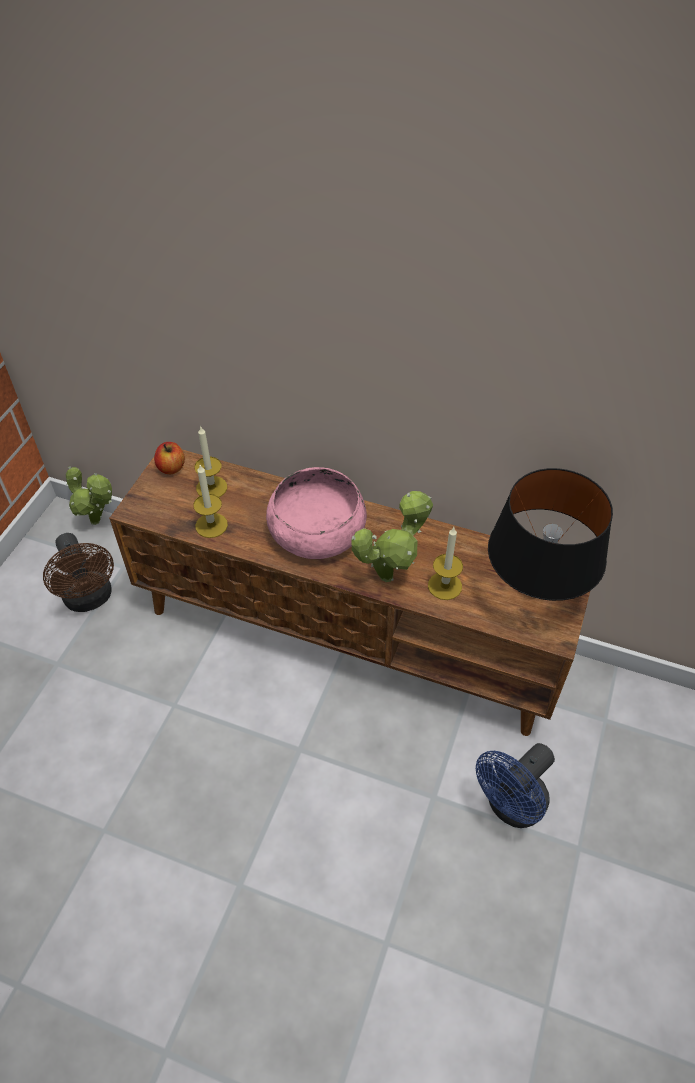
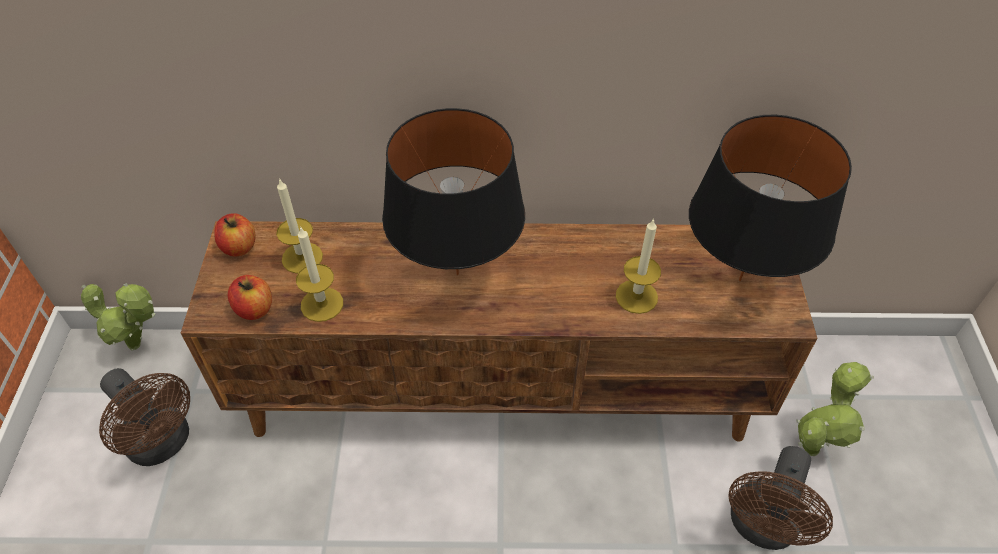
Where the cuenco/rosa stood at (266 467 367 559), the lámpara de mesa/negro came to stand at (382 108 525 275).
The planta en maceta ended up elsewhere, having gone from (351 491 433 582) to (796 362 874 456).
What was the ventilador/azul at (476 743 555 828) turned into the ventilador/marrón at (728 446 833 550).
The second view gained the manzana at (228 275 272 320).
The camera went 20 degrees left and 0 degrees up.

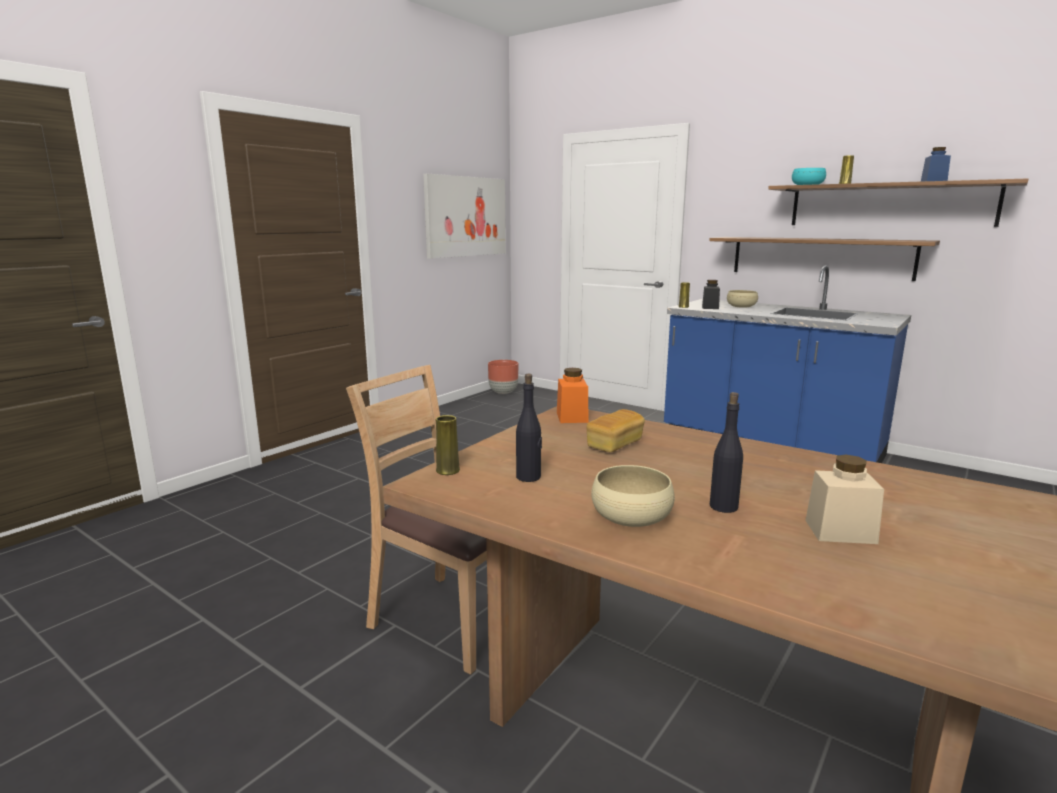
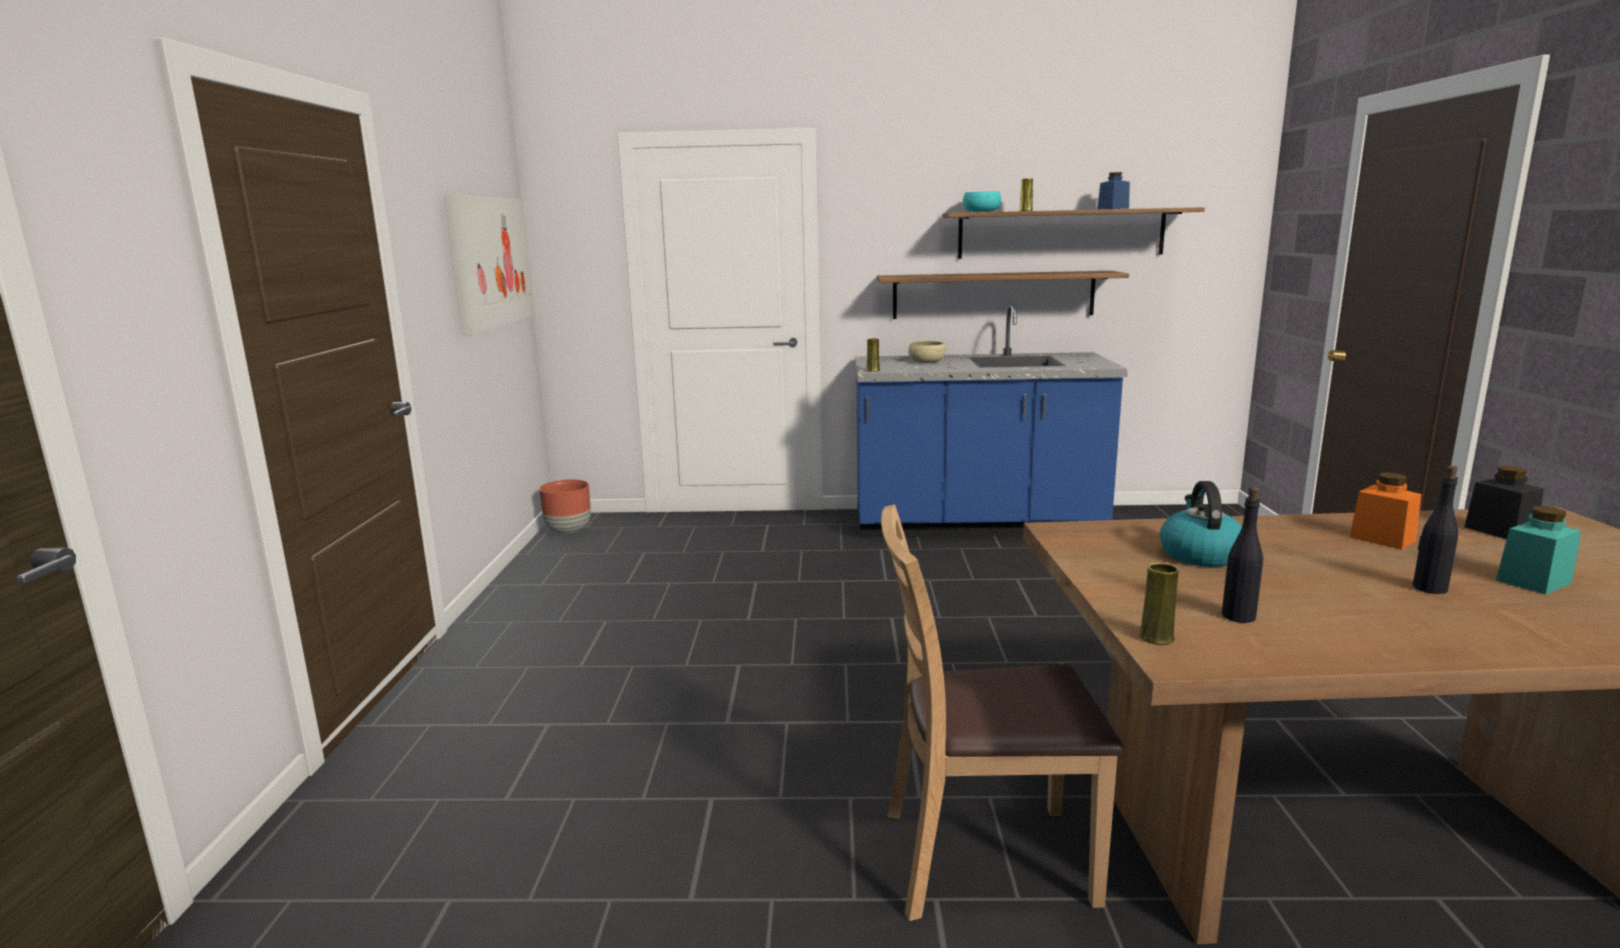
The tarro/naranja ended up elsewhere, having gone from (557 368 589 423) to (1349 472 1421 550).
Where the pan stood at (586 409 645 452), the hervidor came to stand at (1160 481 1242 567).
The second view lost the cuenco/beis at (591 465 675 527).
The tarro/negro ended up elsewhere, having gone from (702 280 720 309) to (1464 466 1544 539).
What was the tarro/beis at (805 455 884 544) turned into the tarro/turquesa at (1496 506 1581 595).
The camera went 35 degrees left and 0 degrees up.

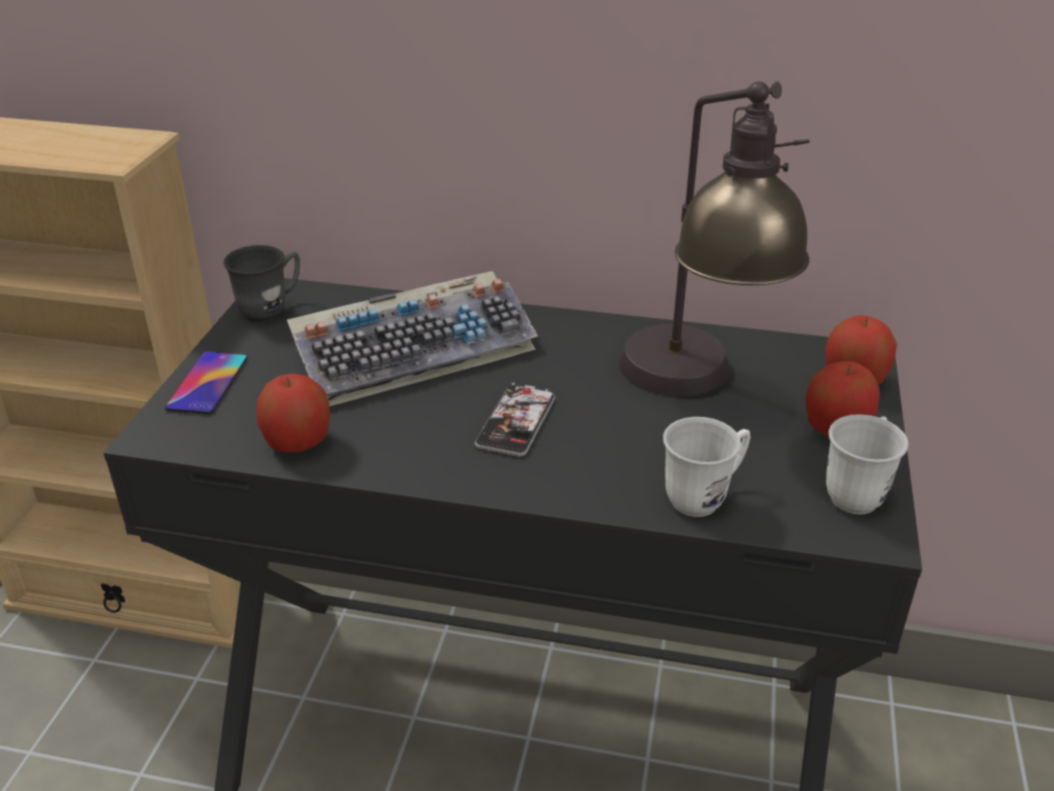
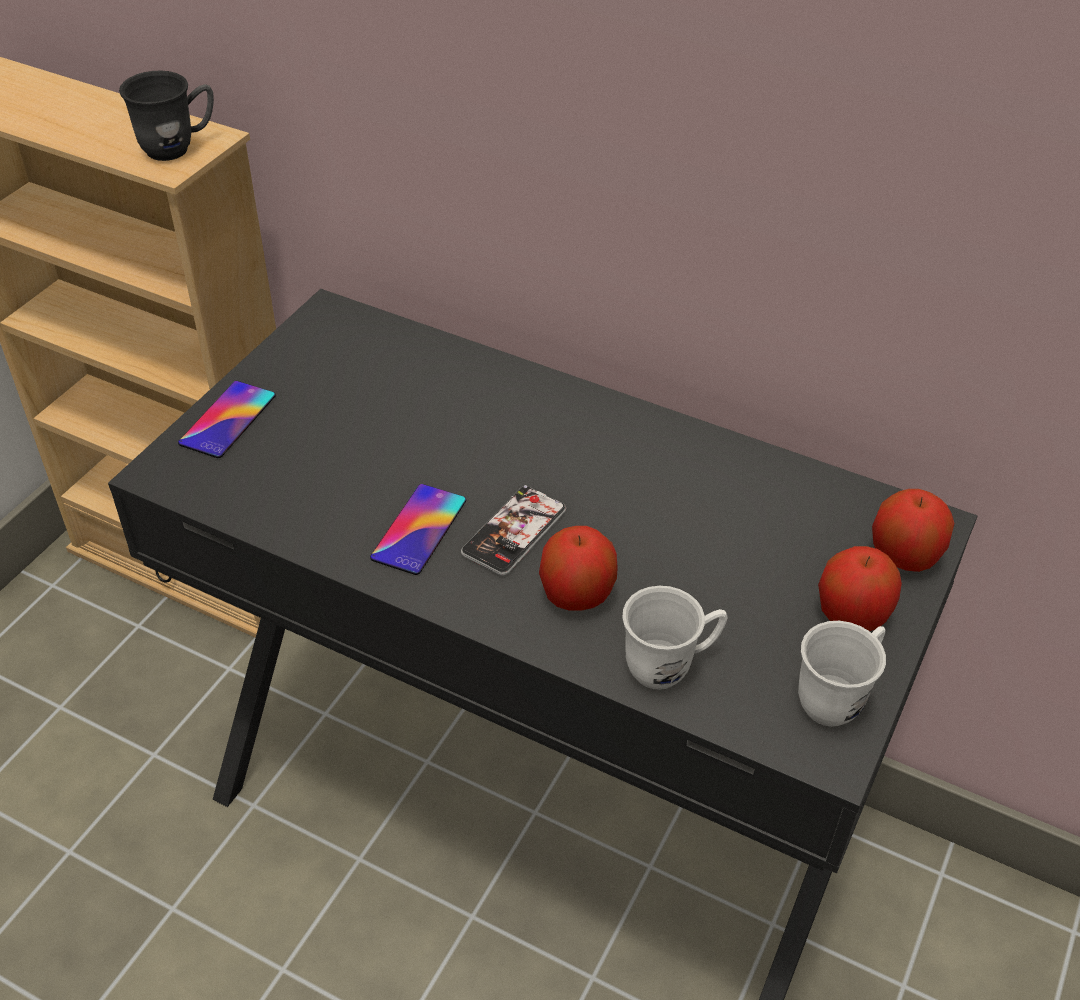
The taza grande/gris ended up elsewhere, having gone from (223 245 300 323) to (119 71 214 161).
The manzana ended up elsewhere, having gone from (256 374 330 453) to (539 526 618 611).
The second view lost the teclado at (287 271 538 406).
The second view lost the lámpara de mesa at (619 81 810 396).
The second view gained the móvil at (370 484 466 575).
The camera went 15 degrees right and 10 degrees up.

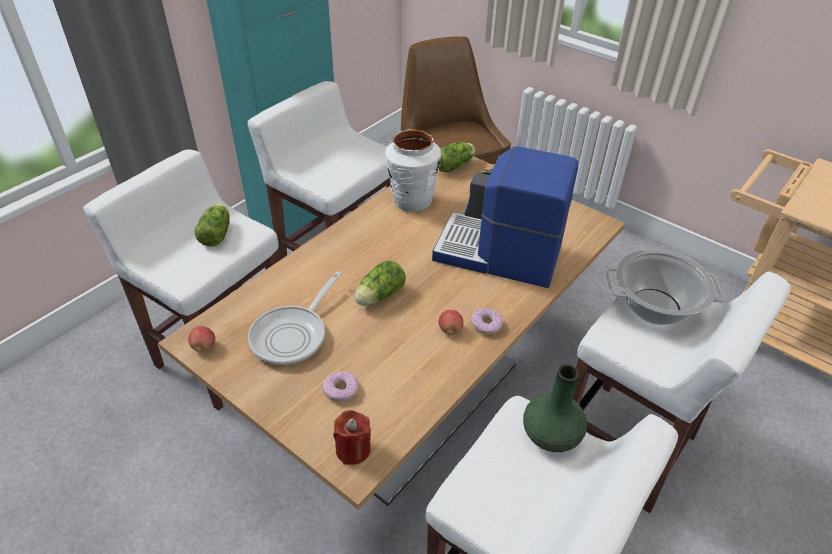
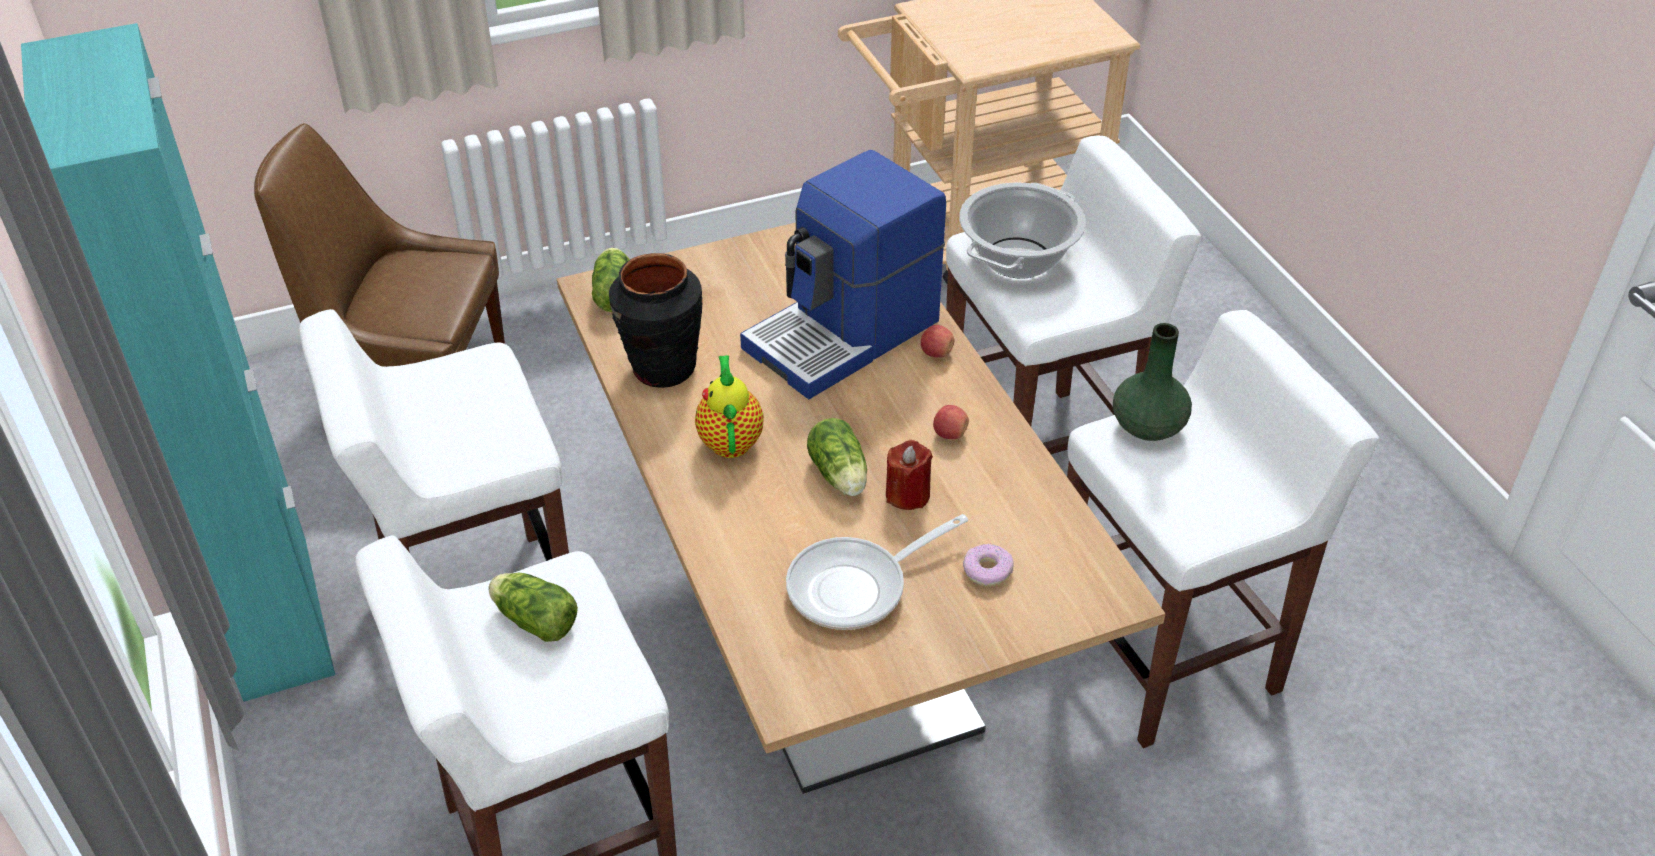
The manzana ended up elsewhere, having gone from (188 326 215 352) to (921 325 954 358).
The sartén at (248 271 342 365) ended up facing another way, 90 degrees clockwise from before.
The vela/rojo ended up elsewhere, having gone from (333 410 371 465) to (886 440 933 510).
What was the florero/blanco at (385 129 441 212) turned into the florero/negro at (609 253 703 388).
The second view lost the rosquilla at (471 308 503 335).
The second view gained the tetera at (695 355 764 458).
The camera went 60 degrees left and 0 degrees up.

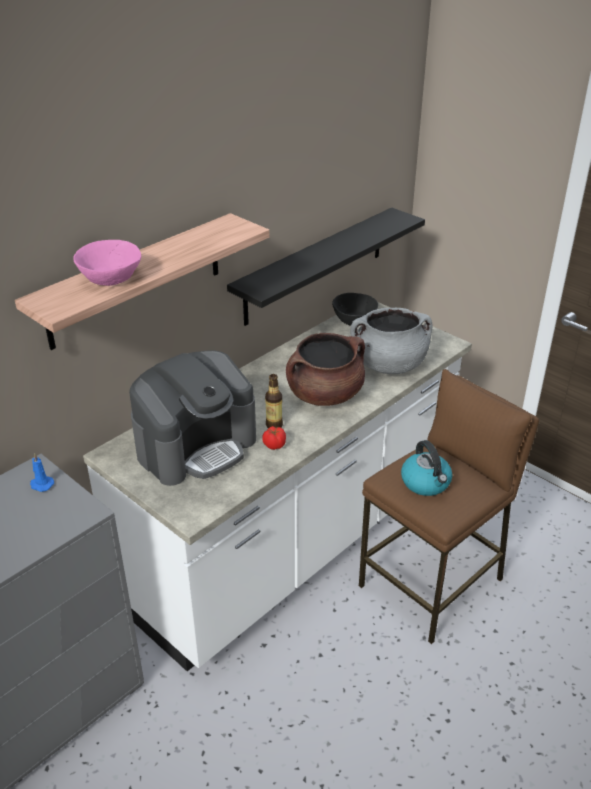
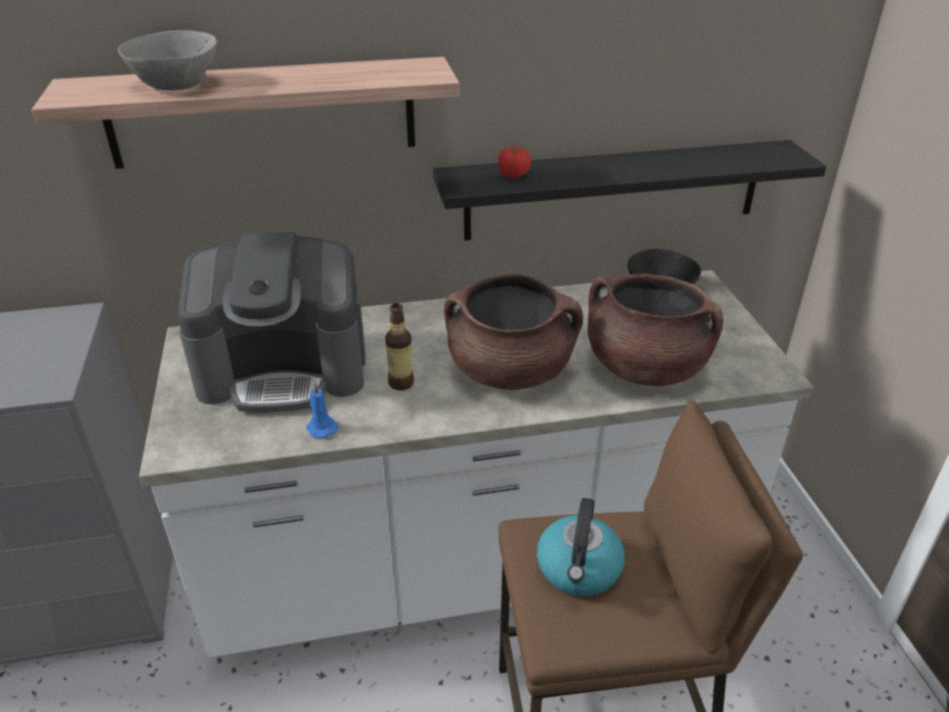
The vela/azul ended up elsewhere, having gone from (30 453 54 492) to (306 382 338 438).
What was the cuenco/rosa at (73 240 141 286) turned into the cuenco/gris at (118 30 217 90).
The tomate ended up elsewhere, having gone from (262 426 286 450) to (498 146 531 178).
What was the olla/gris at (350 308 432 374) turned into the olla/marrón at (588 274 724 386).
The camera went 35 degrees right and 0 degrees up.

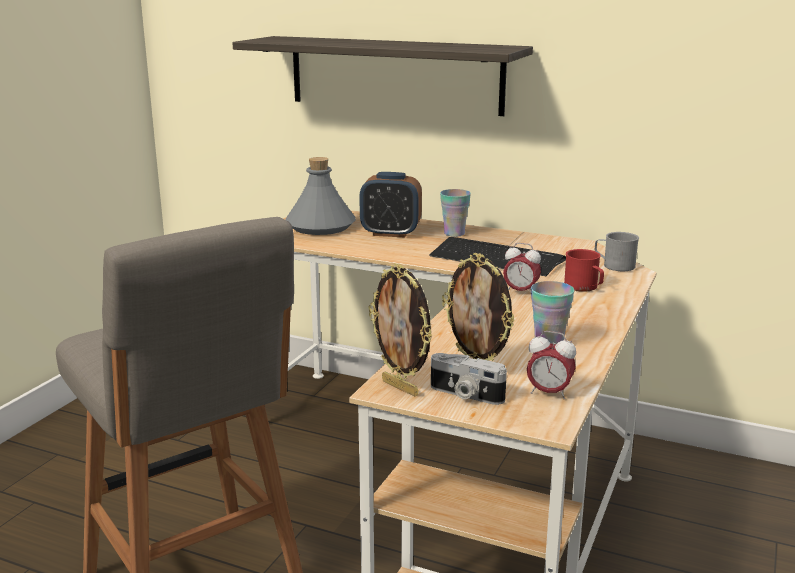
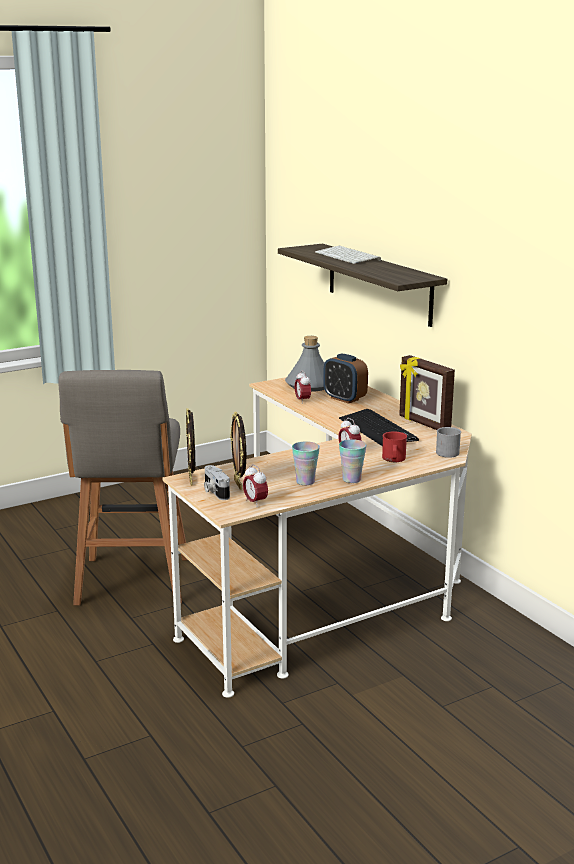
The taza ended up elsewhere, having gone from (440 189 471 237) to (339 439 367 483).
The second view gained the despertador at (295 371 311 404).
The second view gained the teclado at (315 246 381 264).
The second view gained the portarretratos at (399 355 455 430).
The camera went 35 degrees right and 0 degrees up.

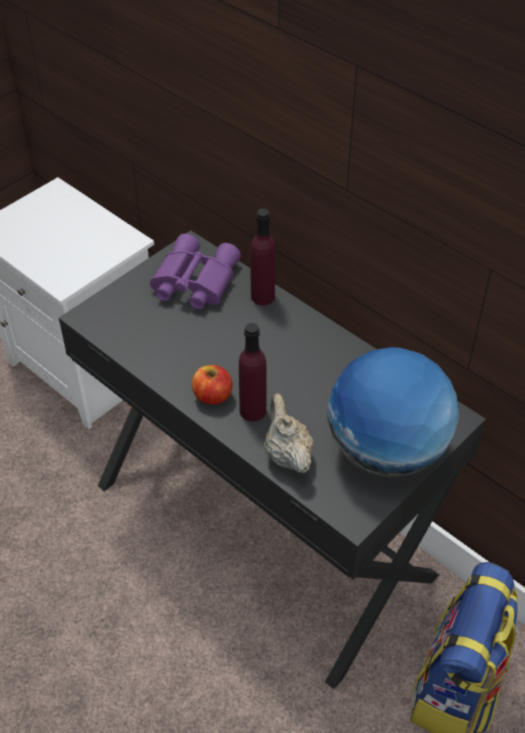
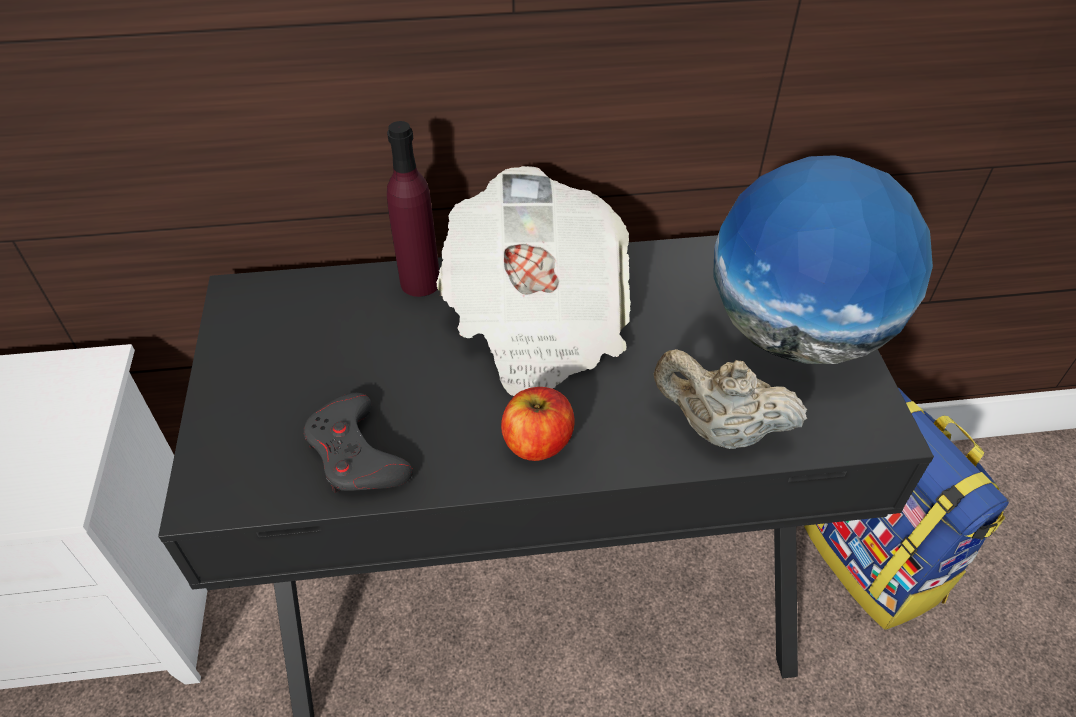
The second view lost the prismáticos/morado at (150 233 241 309).
The second view lost the botella/morado at (239 323 267 421).
The second view gained the mando de consola/gris at (303 393 413 493).
The second view gained the periódico at (436 166 631 396).
The camera went 50 degrees left and 0 degrees up.

